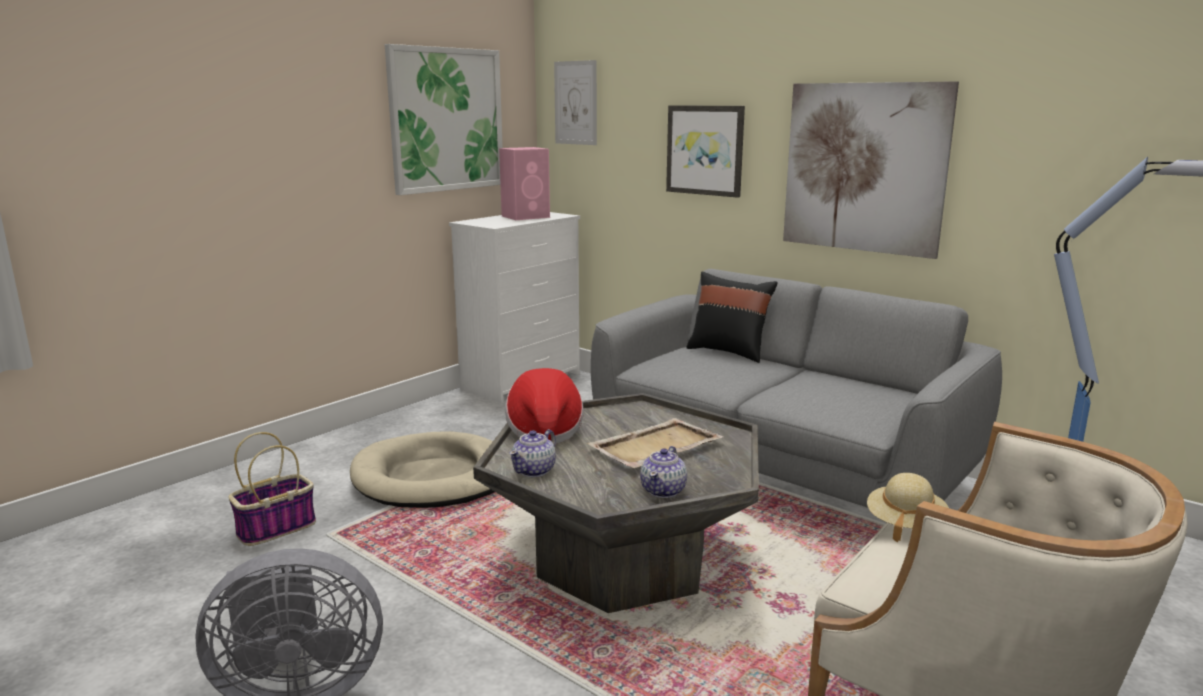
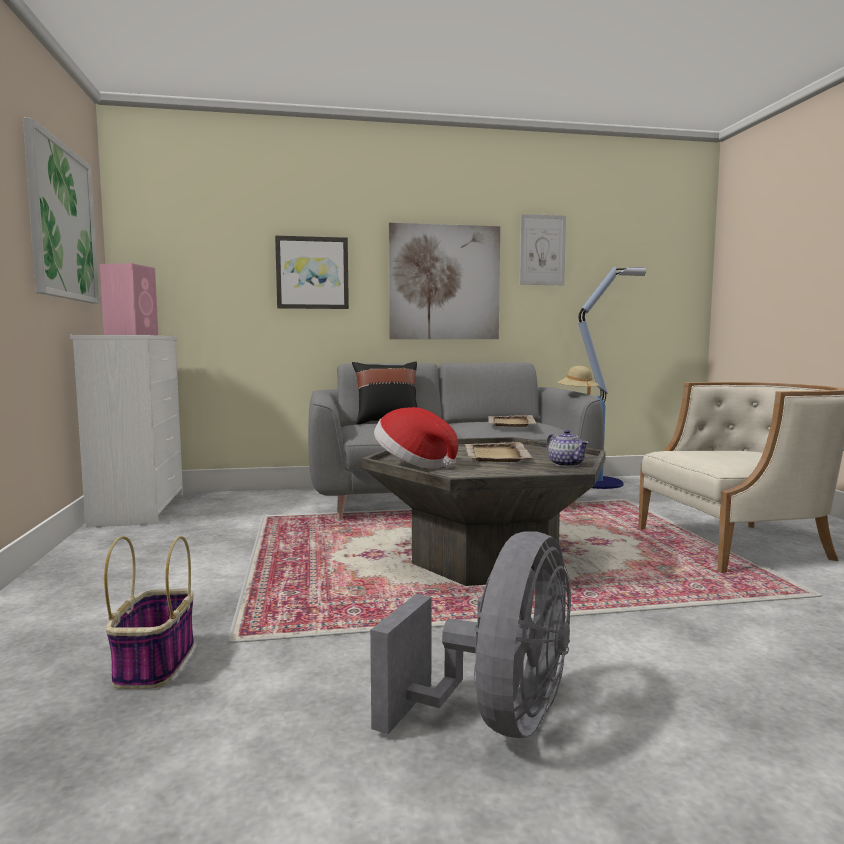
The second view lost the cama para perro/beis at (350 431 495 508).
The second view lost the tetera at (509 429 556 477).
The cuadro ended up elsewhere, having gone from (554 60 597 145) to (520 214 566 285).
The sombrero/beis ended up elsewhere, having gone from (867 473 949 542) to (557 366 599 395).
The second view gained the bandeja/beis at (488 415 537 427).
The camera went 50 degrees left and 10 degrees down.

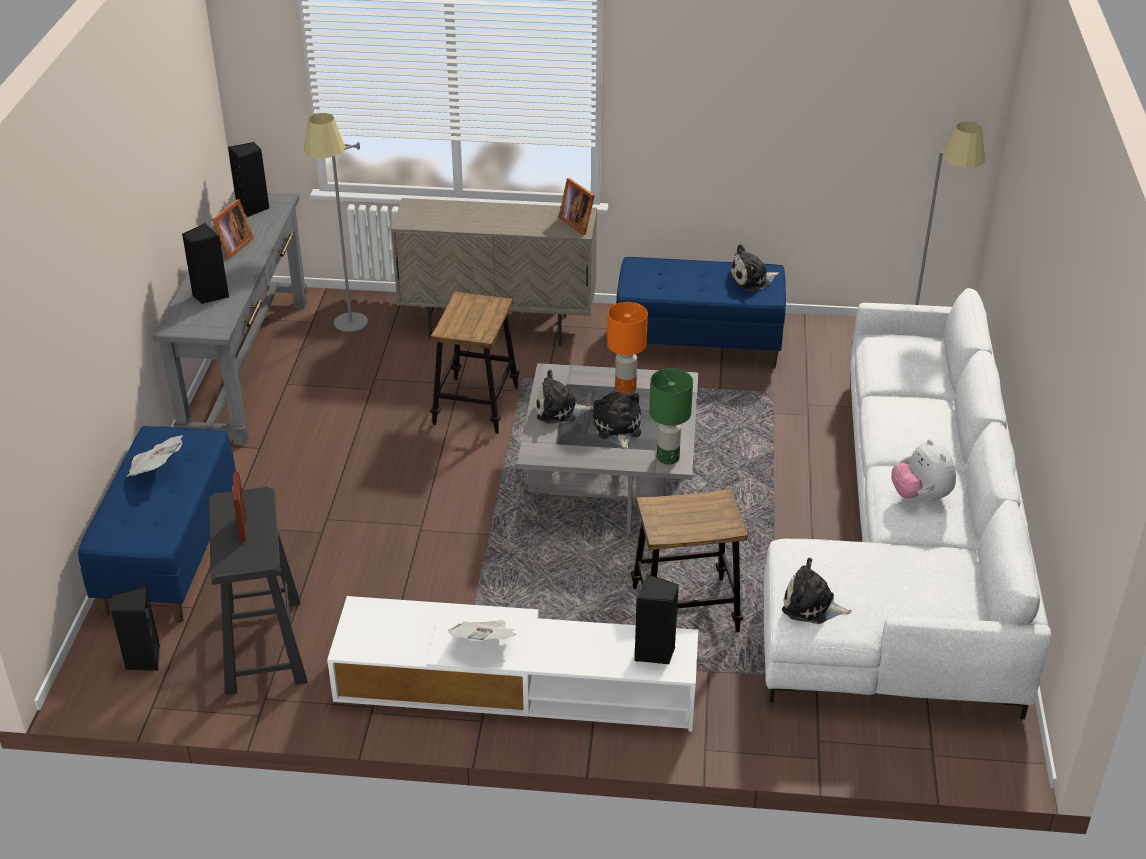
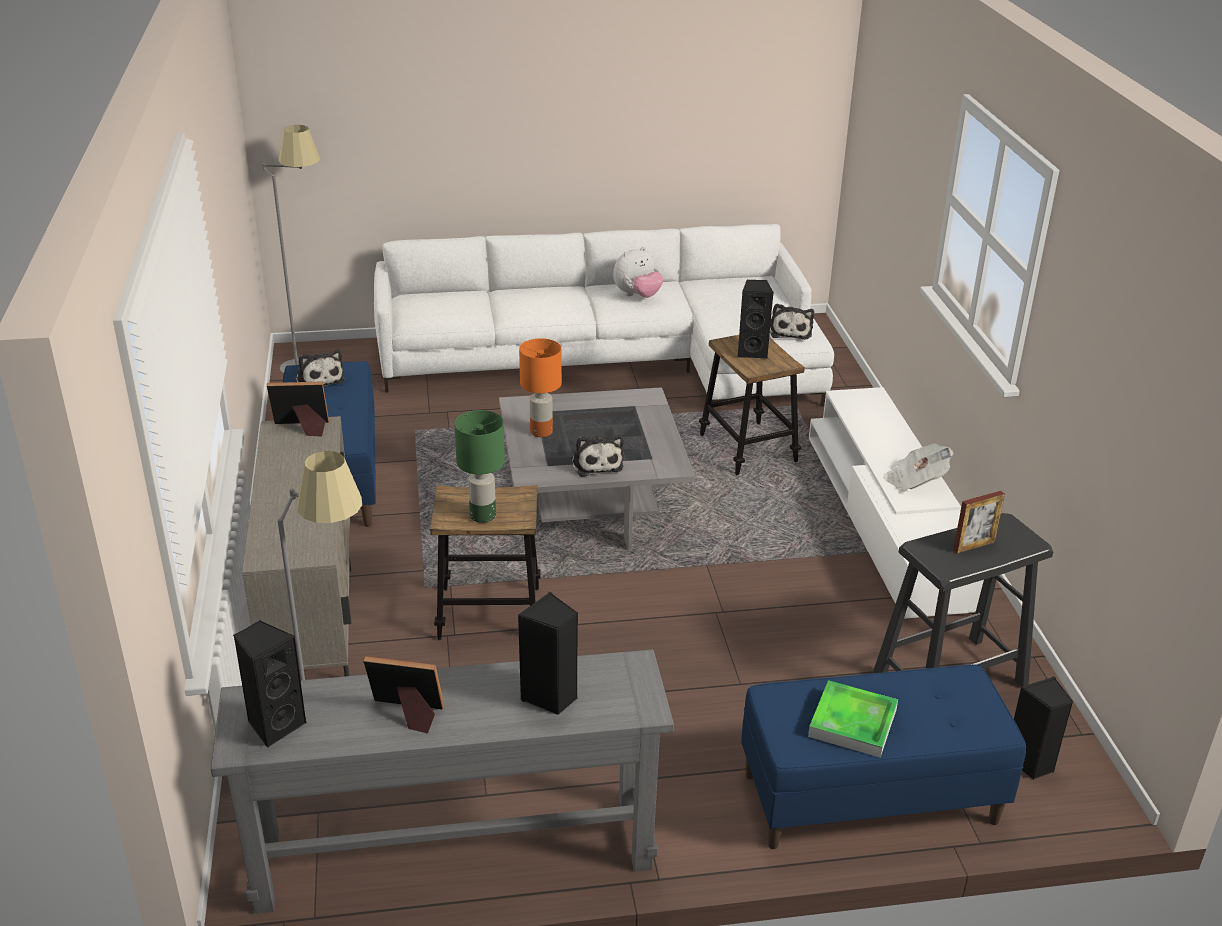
Where the periódico stood at (127 435 182 477), the bandeja came to stand at (808 680 898 758).
The portarretratos at (558 178 595 235) ended up facing another way, 135 degrees counterclockwise from before.
The second view lost the peluche at (593 392 641 450).
The altavoz/negro ended up elsewhere, having gone from (635 574 679 664) to (737 280 774 358).
The lámpara de mesa/verde ended up elsewhere, having gone from (649 368 693 464) to (454 410 505 523).
The camera went 105 degrees left and 5 degrees down.

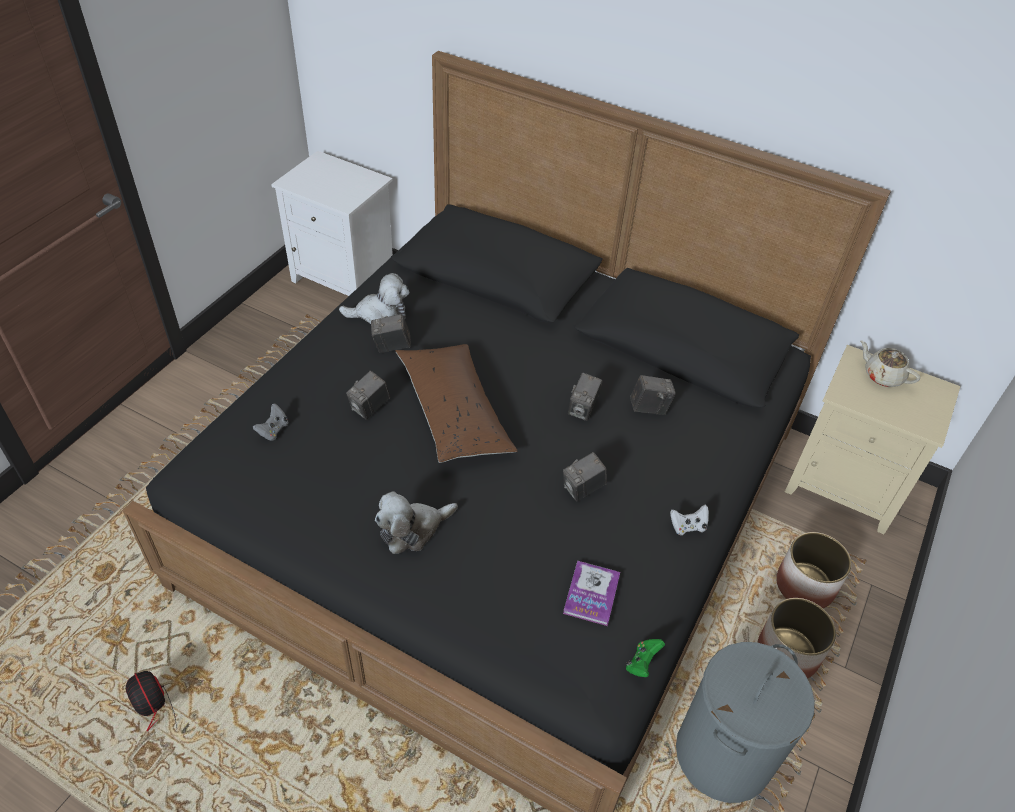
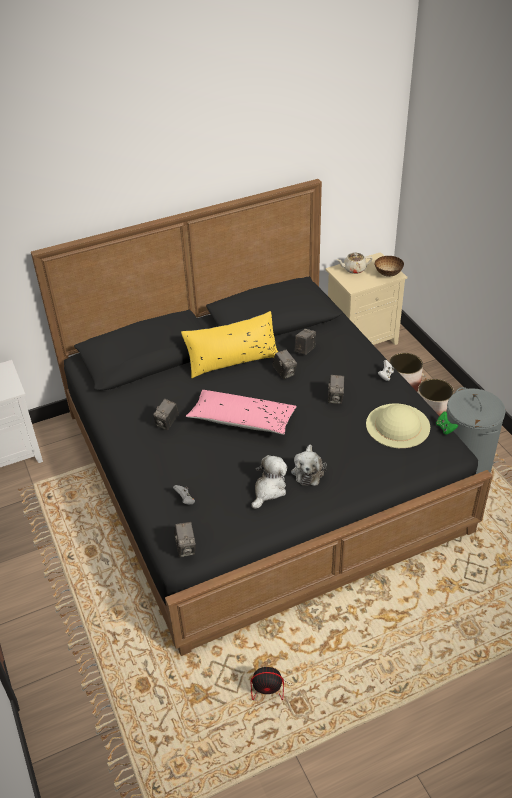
The peluche ended up elsewhere, having gone from (339 273 409 324) to (251 455 287 509).
The cámara ended up elsewhere, having gone from (346 371 390 420) to (175 522 196 557).
What was the cojín/marrón at (395 344 518 463) turned into the cojín/rosa at (186 390 297 435).
Where the libro stood at (563 561 620 626), the sombrero/beis came to stand at (366 404 430 448).
The second view gained the cojín/amarillo at (181 311 278 378).
The second view gained the cuenco at (374 256 404 277).
The camera went 50 degrees left and 5 degrees down.

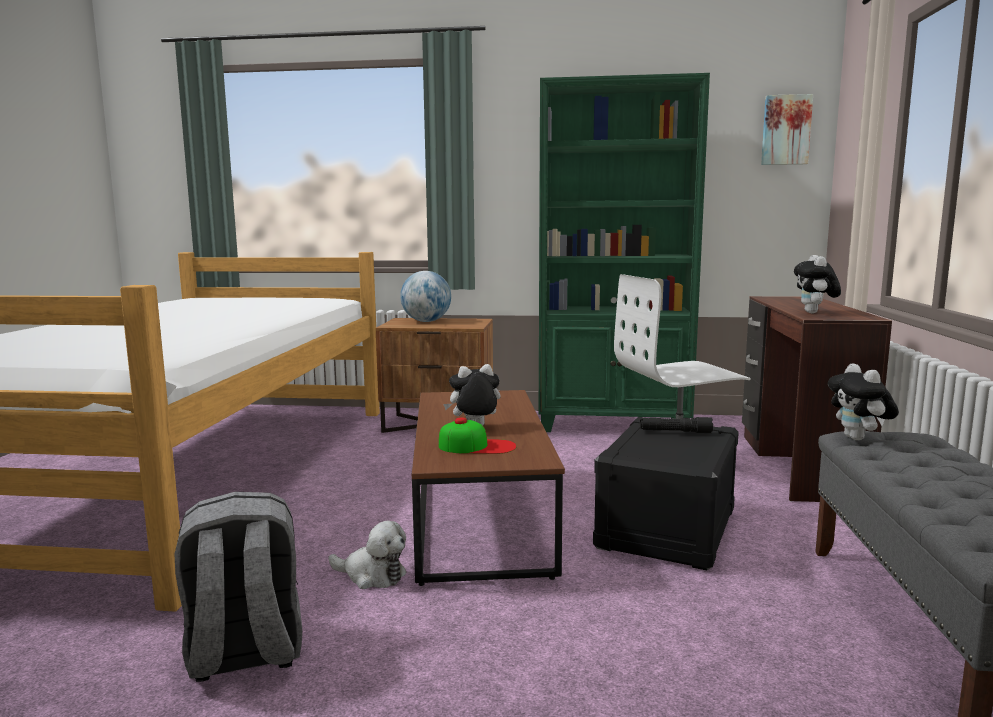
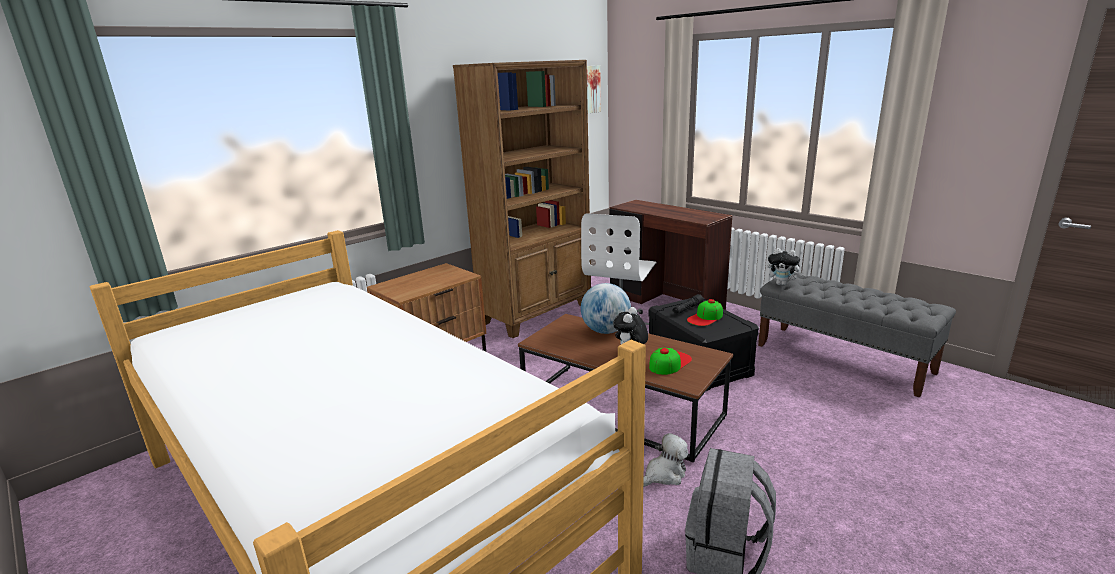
The globo terráqueo ended up elsewhere, having gone from (400 271 451 322) to (581 283 631 334).
What was the estantería/verde at (539 73 710 432) turned into the estantería/marrón at (453 60 591 338).
The second view lost the peluche at (794 255 841 313).
The second view gained the gorra at (687 299 723 326).
The camera went 50 degrees left and 10 degrees up.

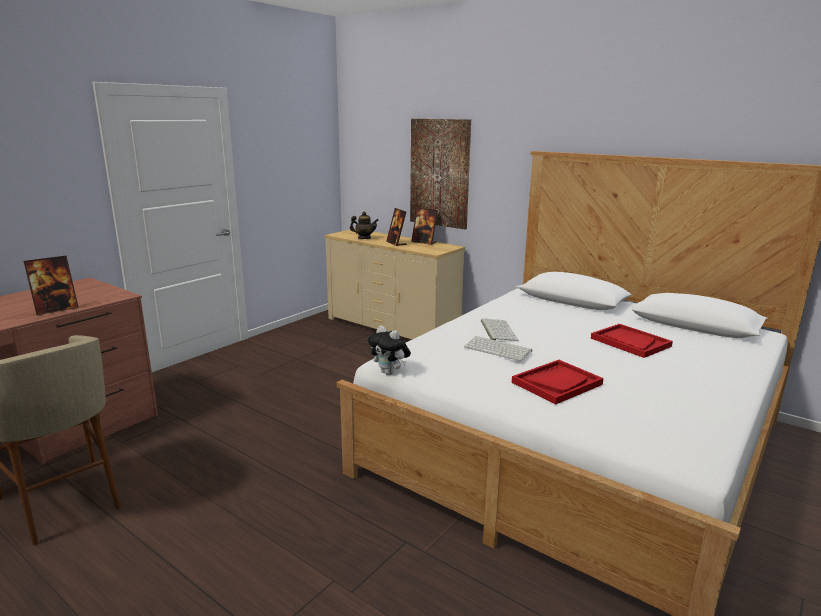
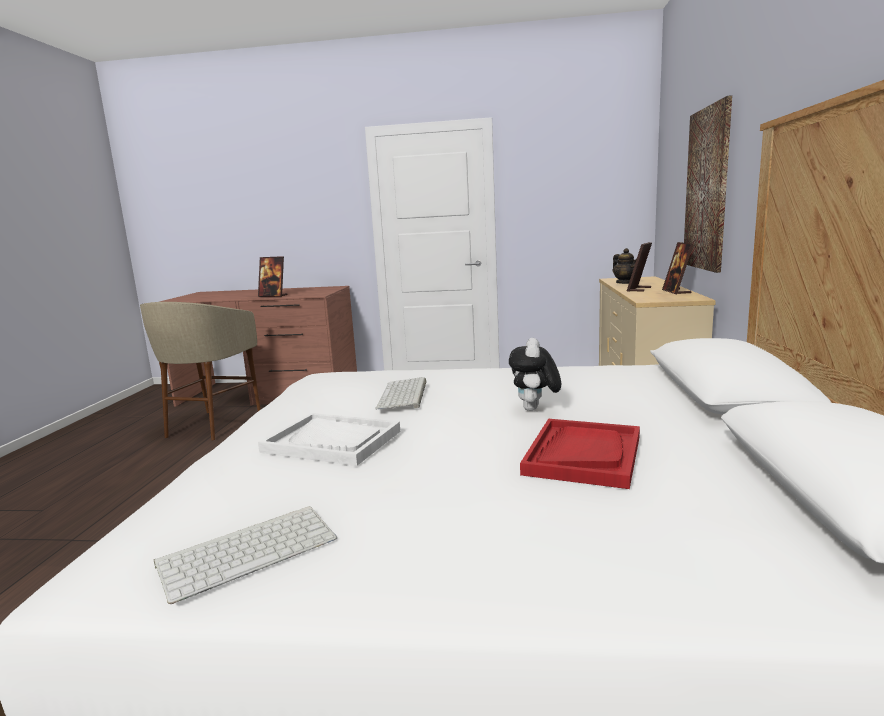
The peluche ended up elsewhere, having gone from (367 326 411 375) to (509 338 561 411).
The teclado ended up elsewhere, having gone from (481 318 519 341) to (154 506 337 604).
What was the bandeja/rojo at (512 360 604 405) turned into the bandeja/blanco at (258 413 400 466).
The camera went 60 degrees right and 5 degrees down.

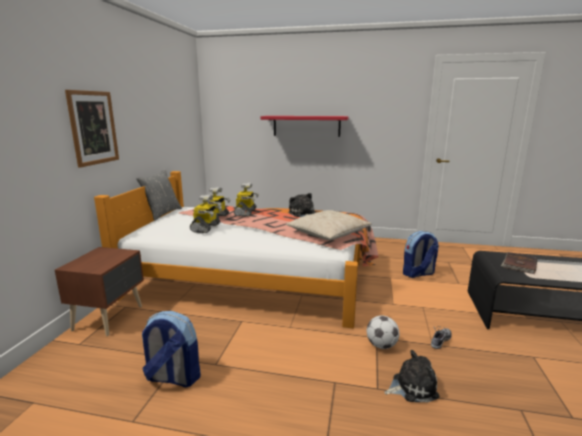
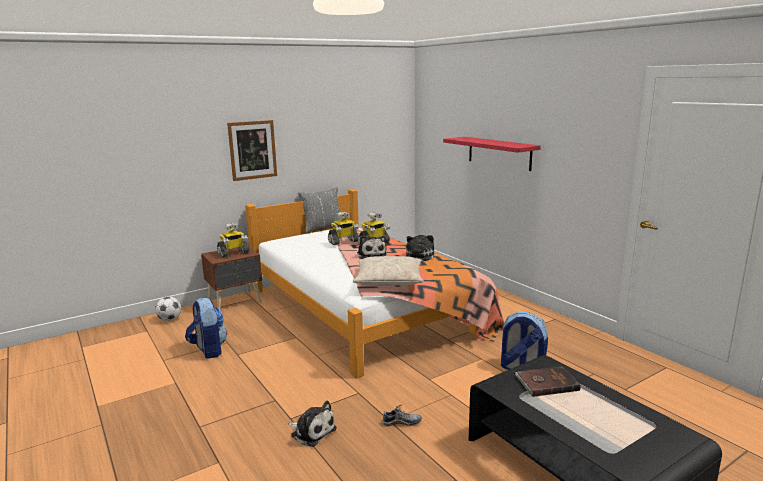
The robot de juguete ended up elsewhere, having gone from (190 195 222 233) to (217 223 249 257).
The balón de fútbol ended up elsewhere, having gone from (367 316 399 349) to (155 297 181 321).
The second view gained the peluche at (357 236 387 259).
The camera went 45 degrees right and 0 degrees up.

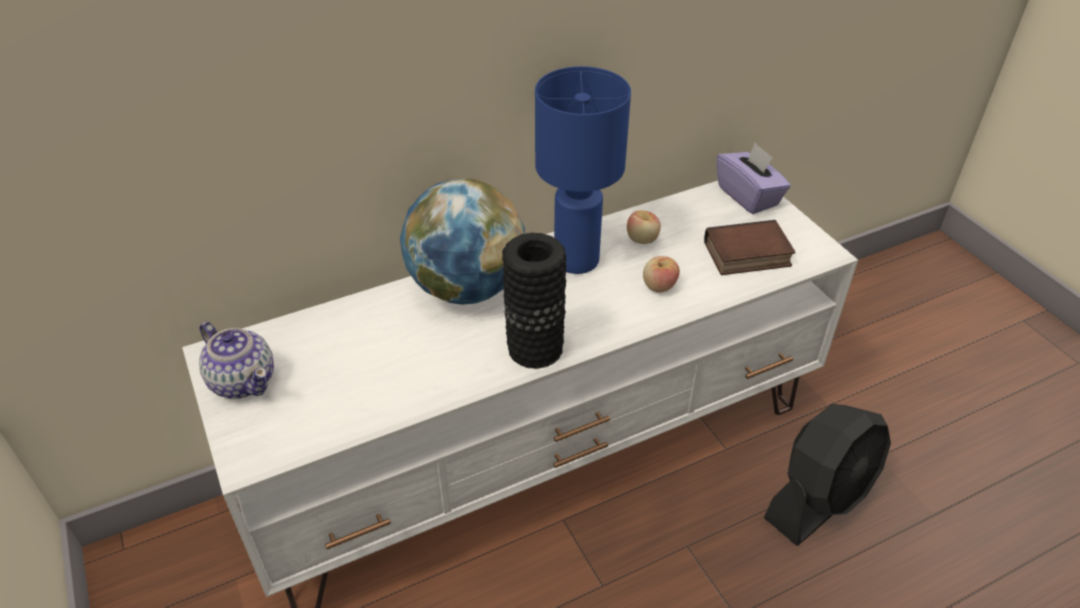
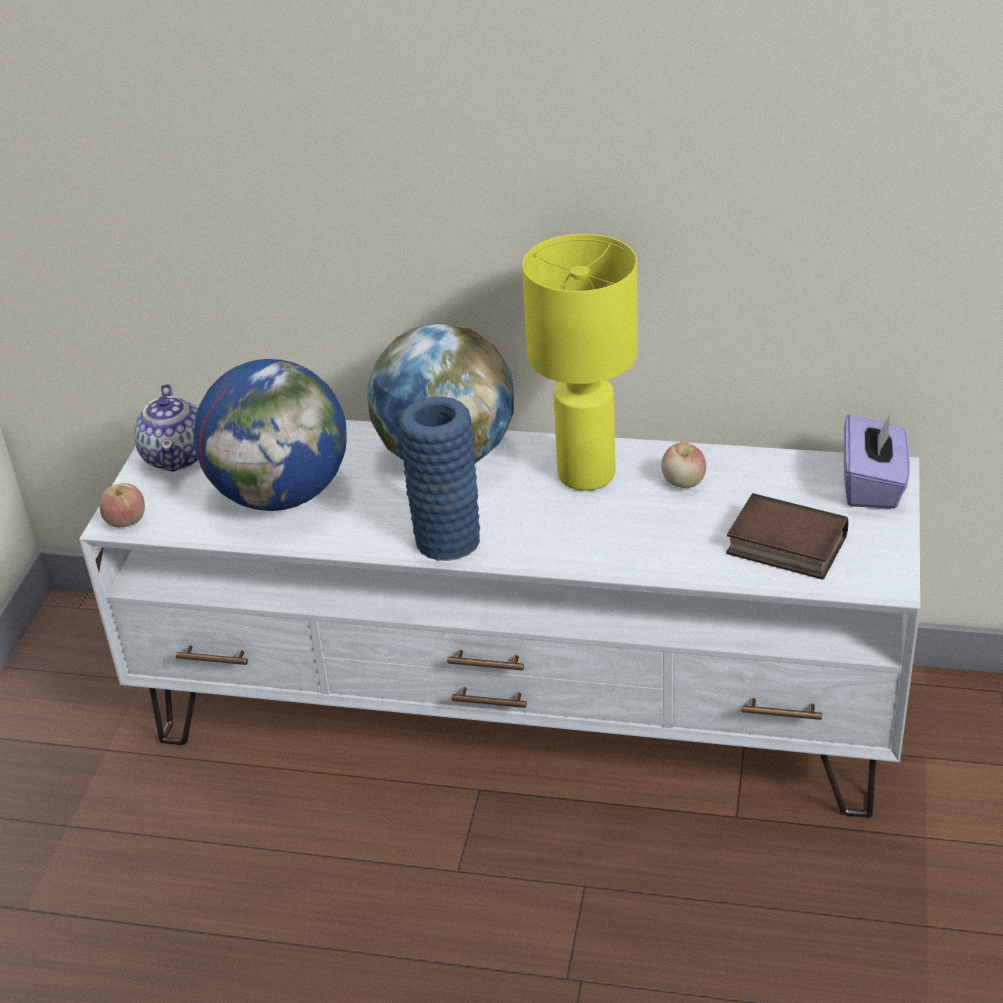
What was the florero/negro at (502 233 566 369) turned into the florero/azul at (399 397 480 561).
What was the lámpara de mesa/azul at (535 66 631 274) turned into the lámpara de mesa/amarillo at (522 234 638 491).
The manzana ended up elsewhere, having gone from (643 256 680 293) to (100 483 145 527).
The second view lost the ventilador/negro at (764 404 891 546).
The second view gained the globo terráqueo at (194 359 346 511).
The camera went 40 degrees right and 5 degrees down.

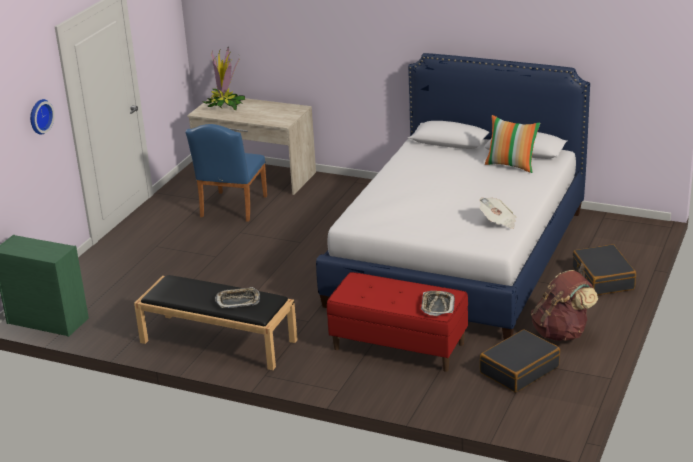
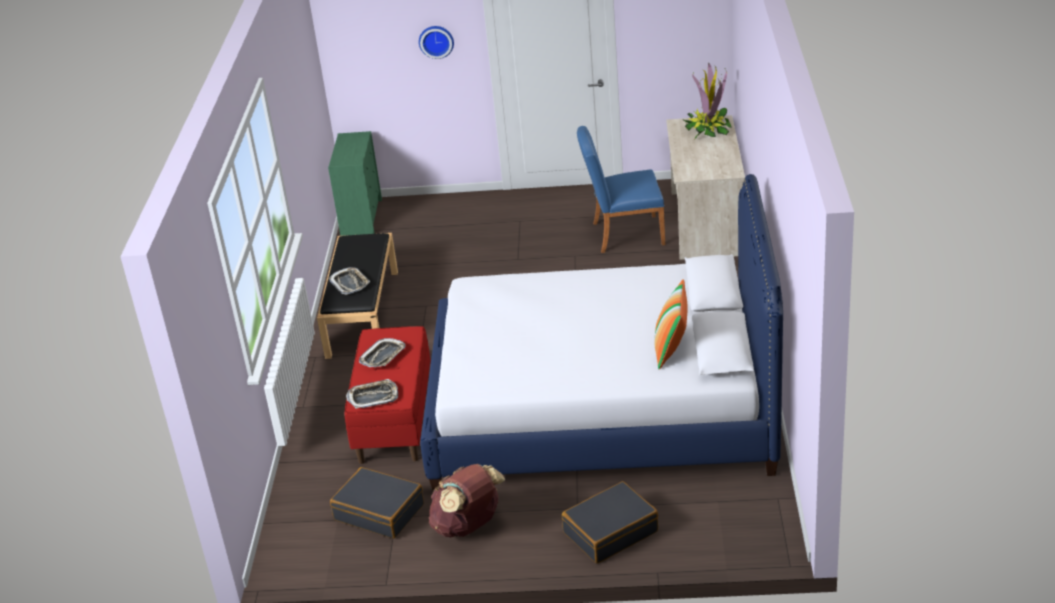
The second view lost the periódico at (479 197 517 229).
The second view gained the bandeja at (359 338 406 367).
The camera went 70 degrees right and 5 degrees up.

